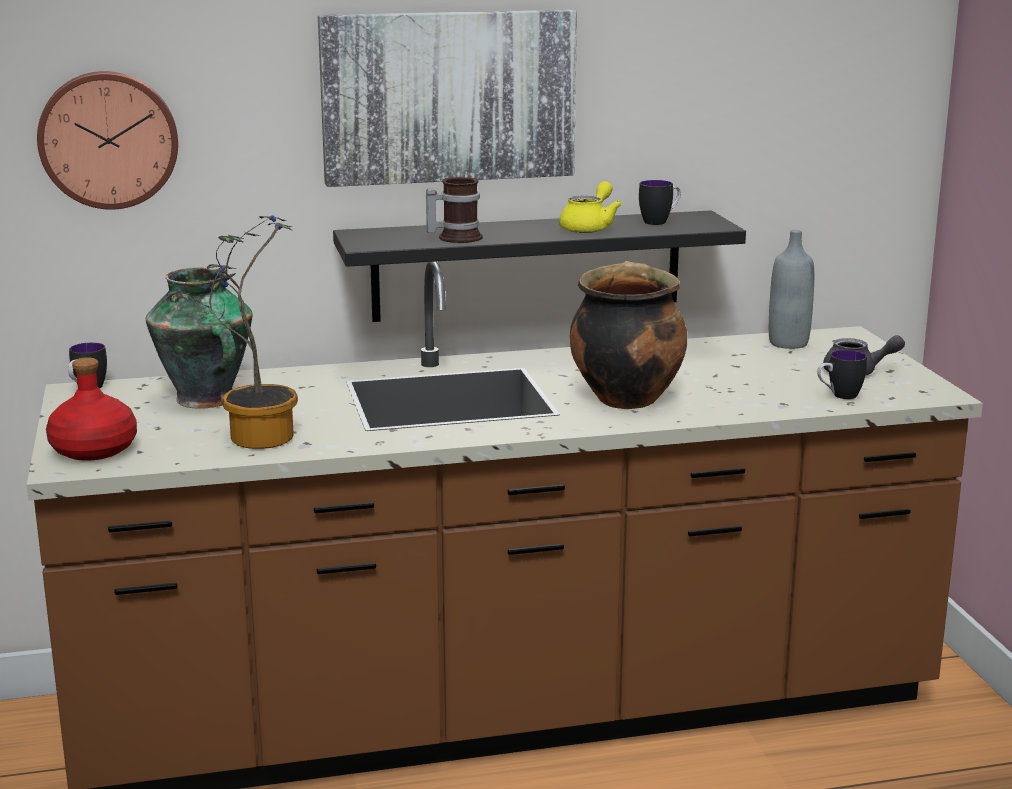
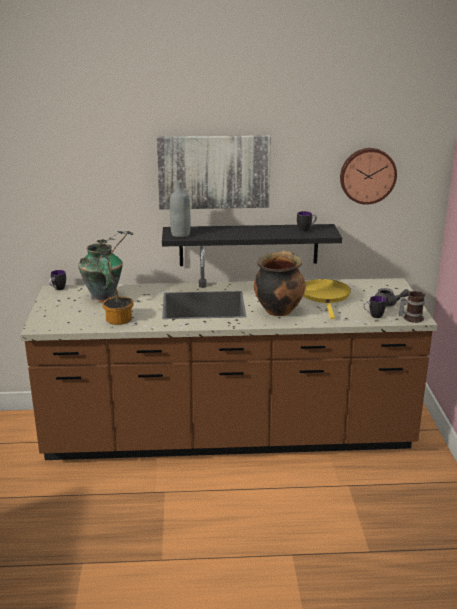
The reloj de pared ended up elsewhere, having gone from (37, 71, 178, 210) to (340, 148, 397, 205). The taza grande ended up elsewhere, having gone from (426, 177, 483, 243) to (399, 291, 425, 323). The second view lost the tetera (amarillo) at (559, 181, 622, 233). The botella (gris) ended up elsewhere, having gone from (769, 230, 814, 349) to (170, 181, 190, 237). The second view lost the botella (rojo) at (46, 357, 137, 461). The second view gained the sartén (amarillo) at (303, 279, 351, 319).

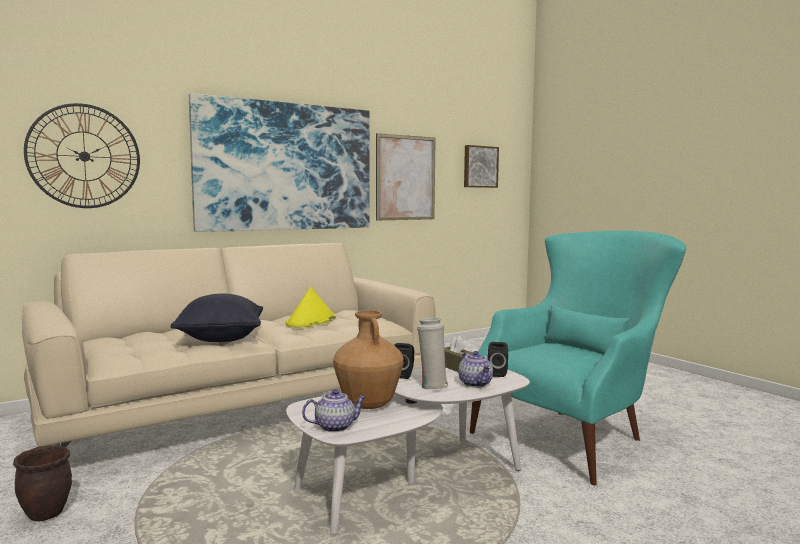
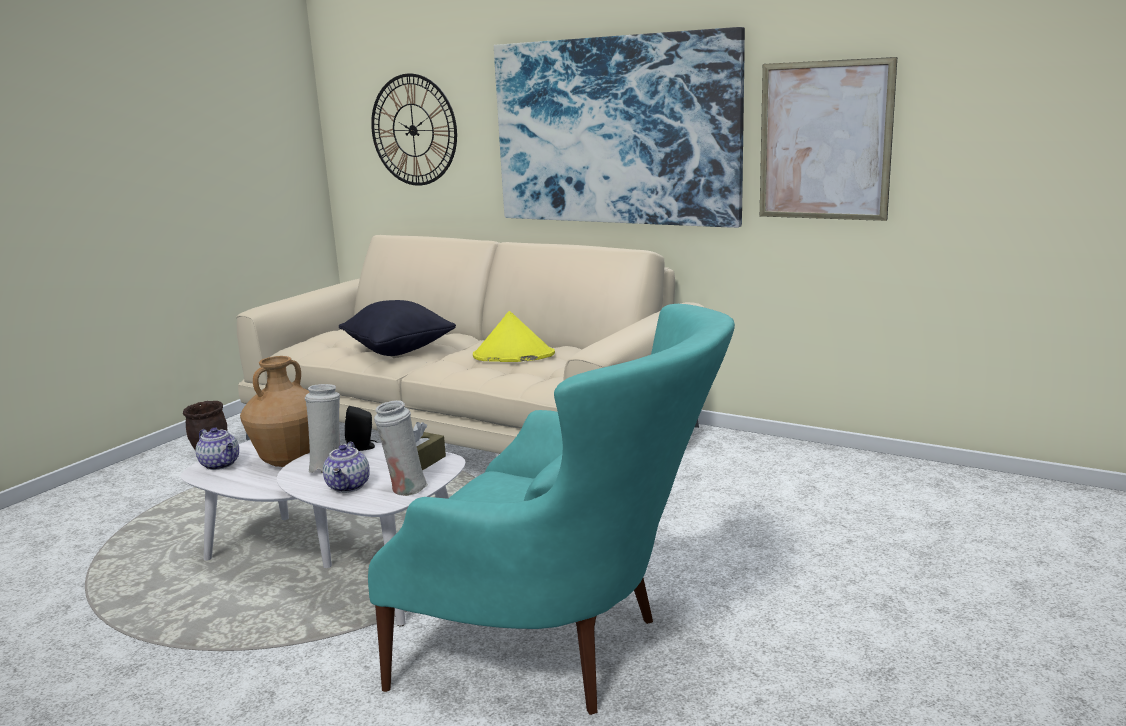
The second view lost the cuadro at (464, 145, 499, 188). Where the altavoz (negro) stood at (488, 342, 508, 377), the florero (blanco) came to stand at (374, 400, 428, 496). The tetera at (458, 351, 493, 388) ended up facing another way, 45 degrees counterclockwise from before.

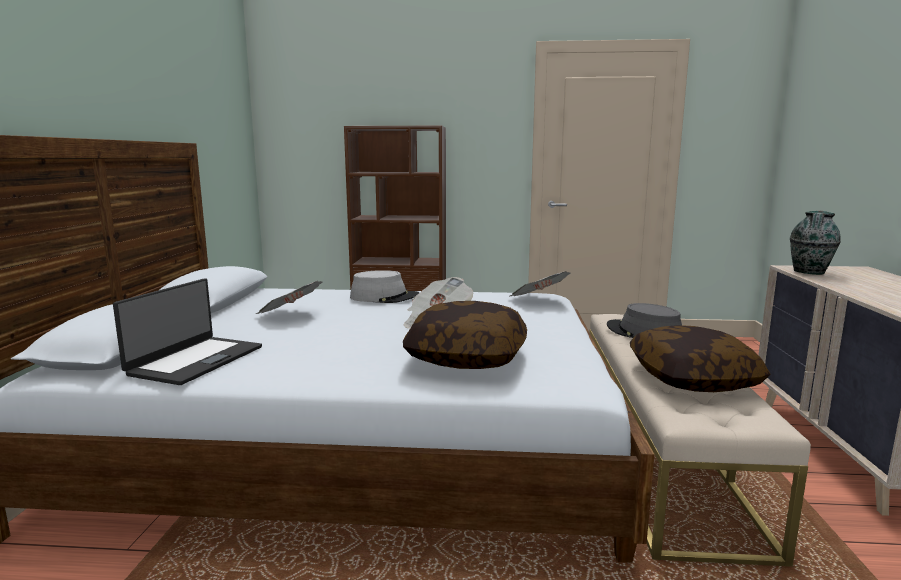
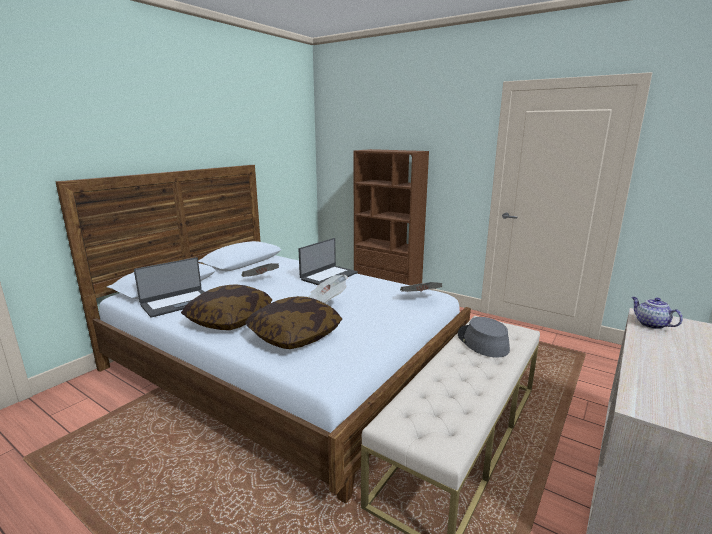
Where the florero stood at (790, 211, 841, 275), the tetera came to stand at (631, 297, 683, 329). Where the sombrero (gris) stood at (350, 270, 419, 303), the portátil came to stand at (298, 238, 358, 285). The cojín ended up elsewhere, having gone from (630, 325, 771, 392) to (181, 284, 272, 330).

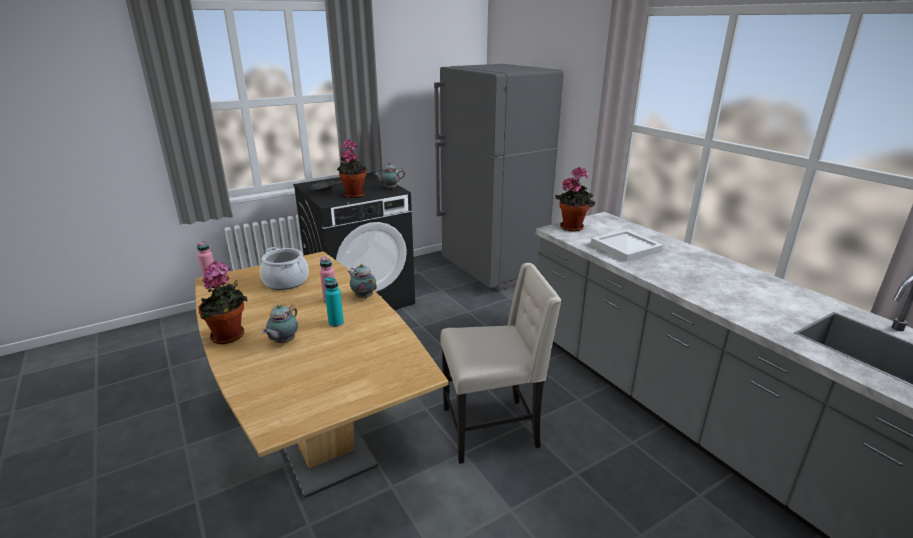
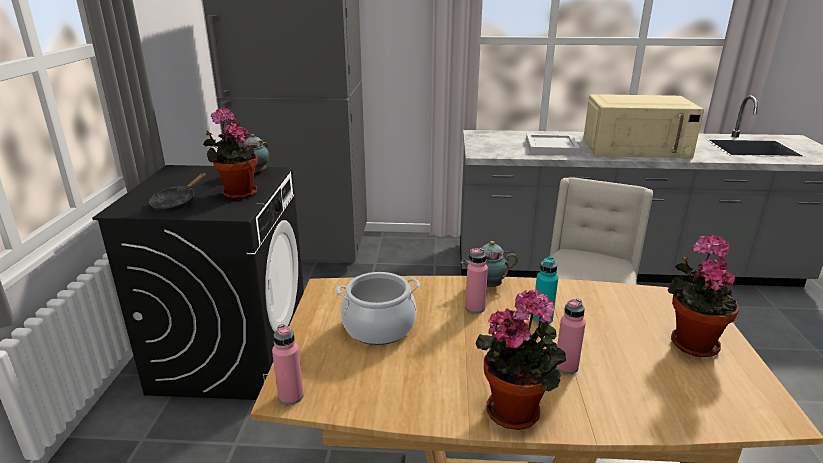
The planta en maceta ended up elsewhere, having gone from (555, 166, 595, 232) to (668, 234, 739, 357). Where the tetera stood at (263, 304, 298, 344), the botella (rosa) came to stand at (556, 298, 586, 374). The second view gained the microondas (beis) at (583, 94, 704, 158).

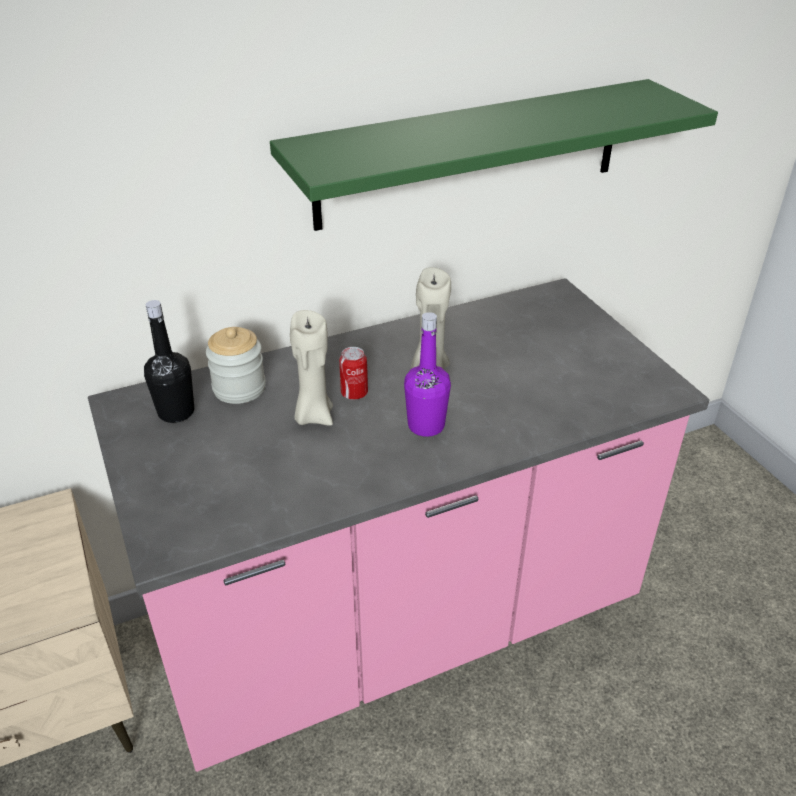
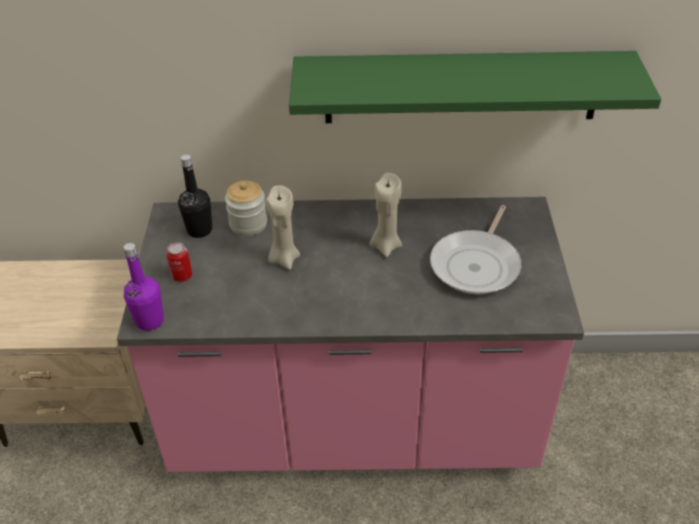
The botella (morado) ended up elsewhere, having gone from (404, 312, 451, 437) to (123, 243, 164, 331). The lata ended up elsewhere, having gone from (339, 347, 368, 400) to (166, 242, 192, 282). The second view gained the sartén at (430, 205, 521, 294).

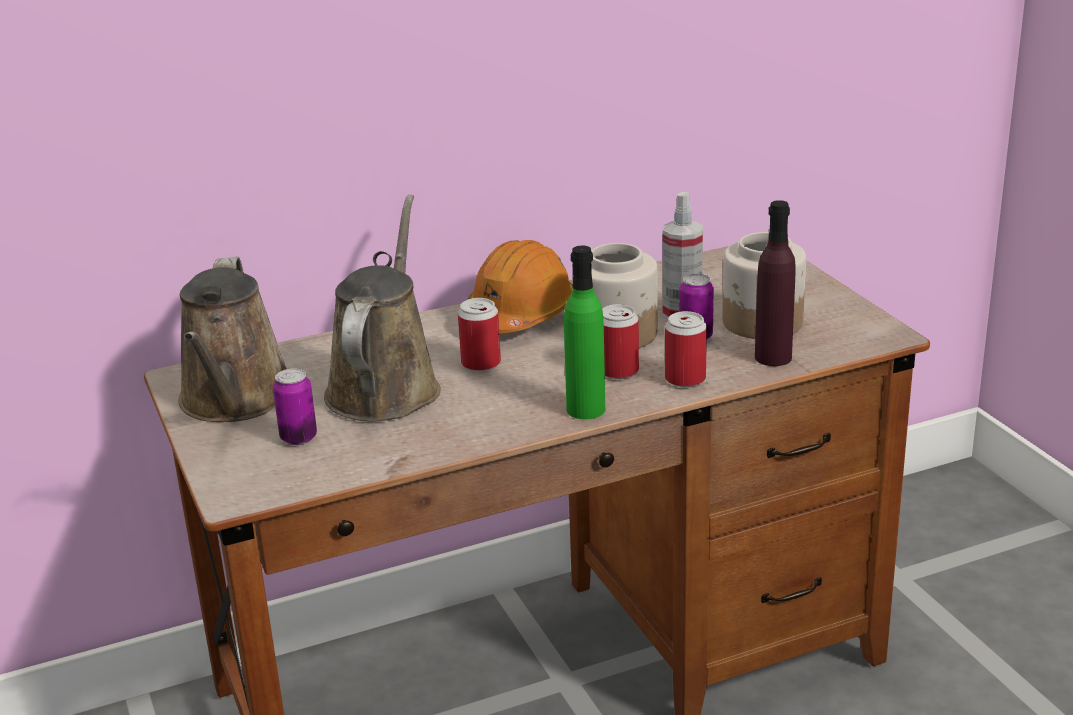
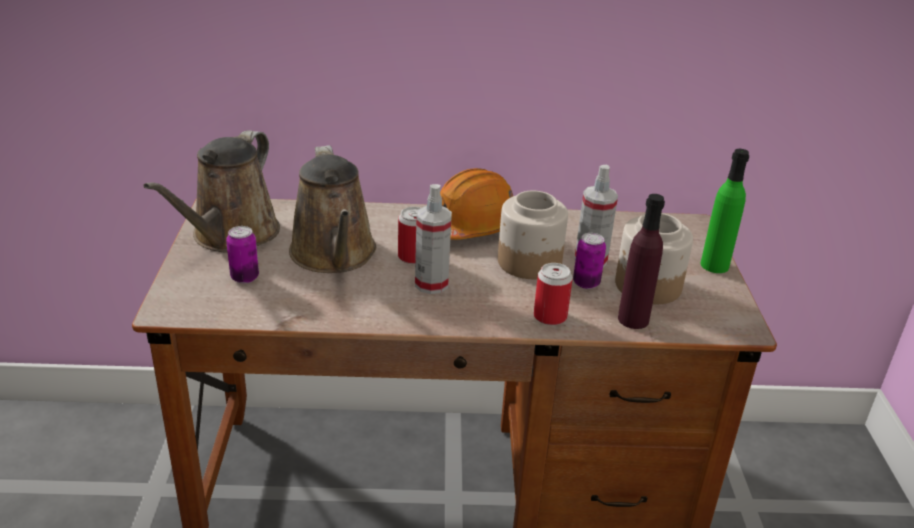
The regadera (marrón) at (324, 194, 441, 422) ended up facing another way, 135 degrees clockwise from before. The botella (verde) ended up elsewhere, having gone from (564, 246, 605, 419) to (701, 149, 749, 273). The second view lost the lata at (602, 304, 639, 379). The second view gained the pulverizador at (415, 184, 452, 294).

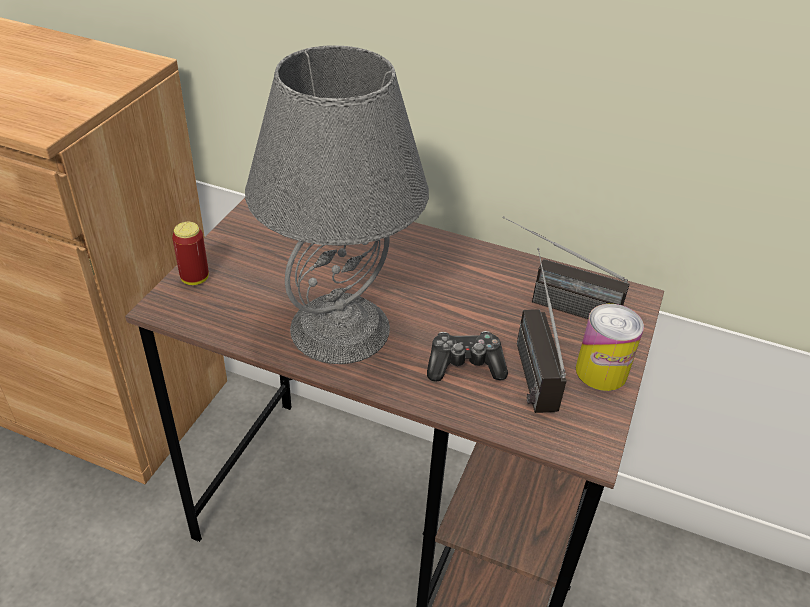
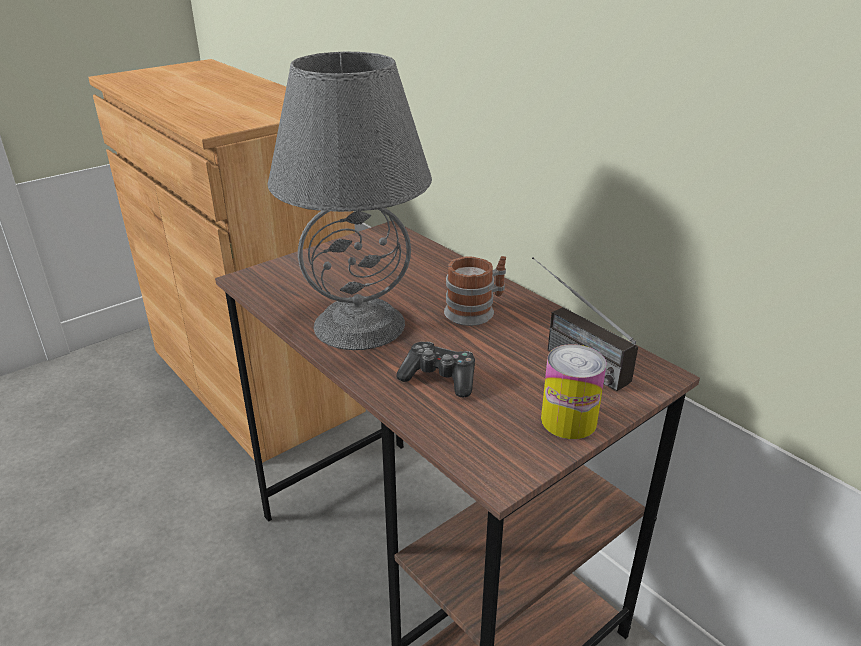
The second view lost the lata at (172, 222, 209, 285). The second view lost the radio at (517, 248, 566, 413). The second view gained the taza grande at (444, 256, 506, 326).

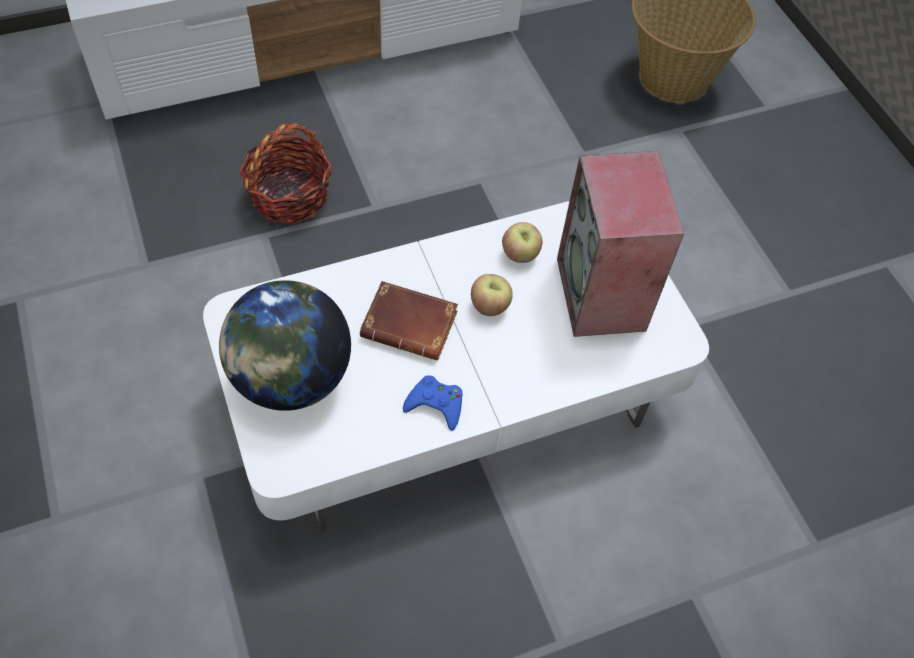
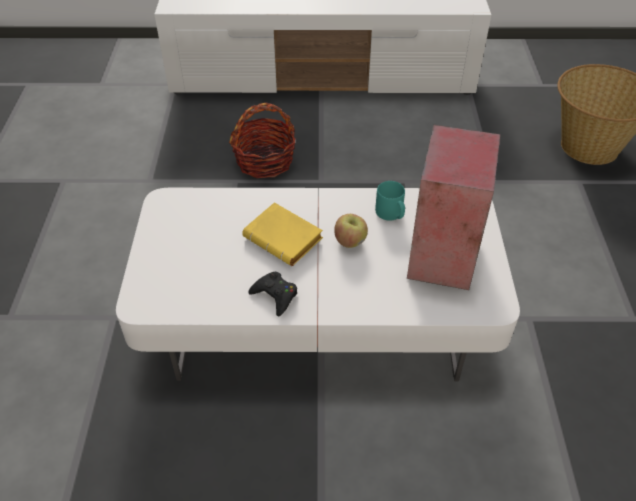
Where the manzana stood at (502, 222, 542, 263), the taza grande (turquesa) came to stand at (375, 181, 405, 221). The second view lost the globo terráqueo at (219, 280, 351, 411). What was the libro (marrón) at (360, 281, 458, 360) turned into the libro (amarillo) at (242, 202, 323, 266). What was the mando de consola (azul) at (403, 375, 462, 431) turned into the mando de consola (negro) at (248, 272, 297, 316).

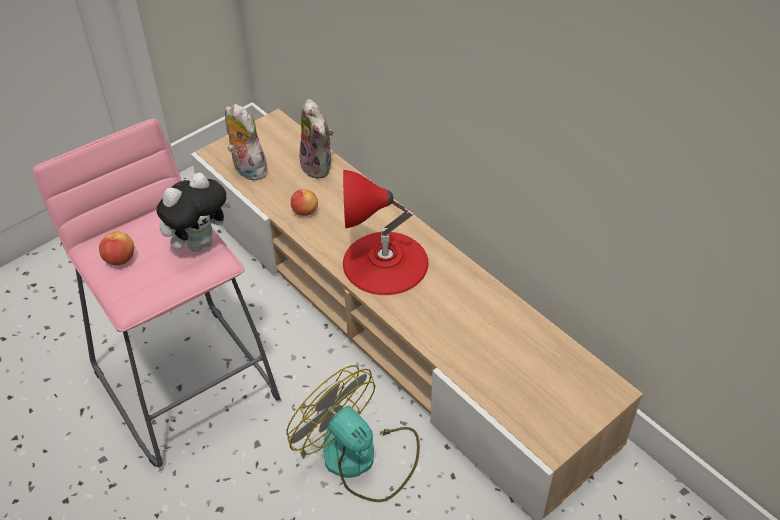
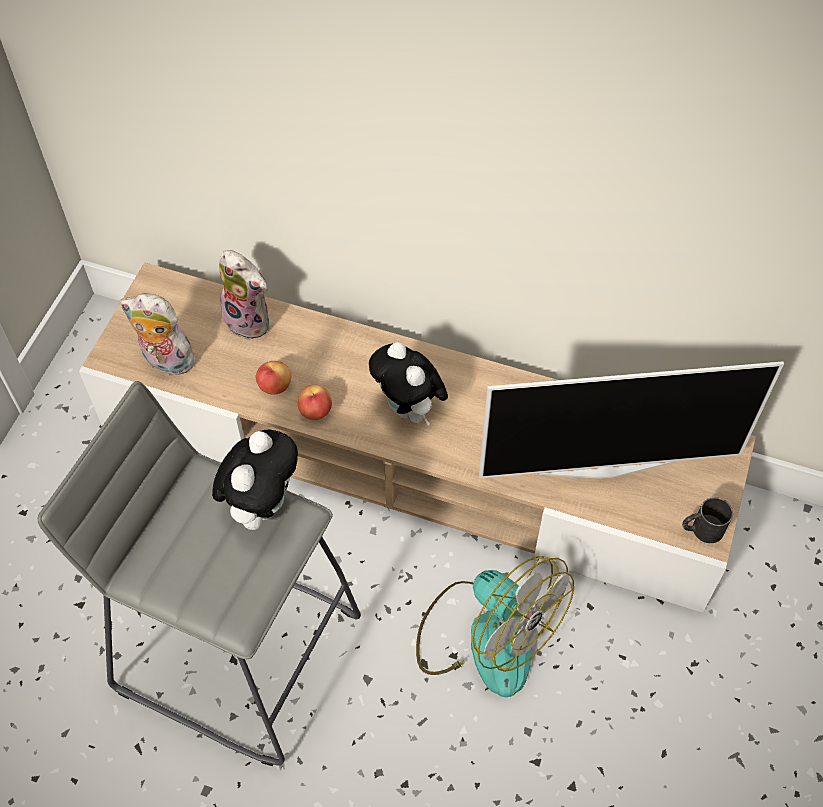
What was the taburete (rosa) at (33, 118, 280, 467) turned into the taburete (gris) at (38, 381, 361, 766). Where the lámpara de mesa (rojo) stood at (343, 170, 428, 295), the peluche came to stand at (369, 342, 448, 426). The manzana ended up elsewhere, having gone from (99, 232, 134, 265) to (298, 385, 332, 420). The ventilador at (286, 365, 420, 502) ended up facing another way, 150 degrees counterclockwise from before. The second view gained the televisor at (479, 361, 784, 479). The second view gained the taza grande (negro) at (682, 497, 733, 543).

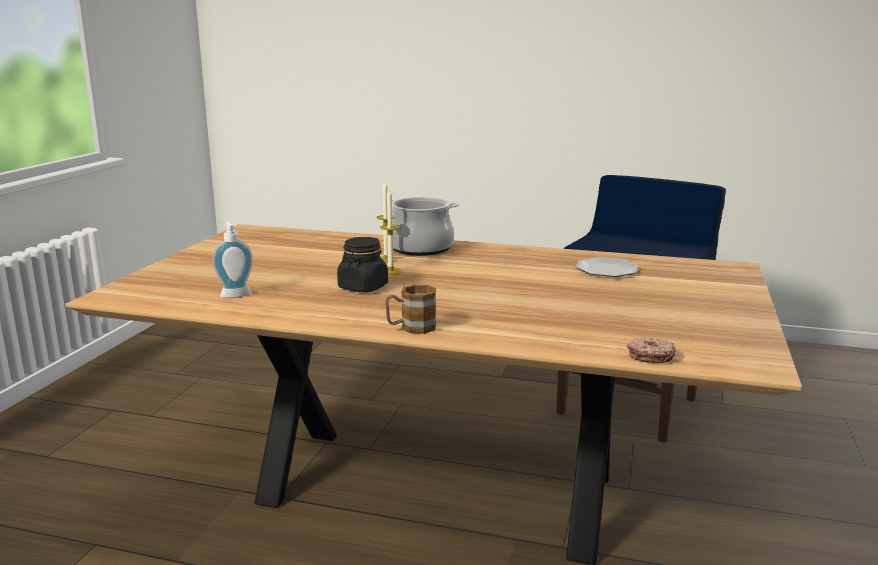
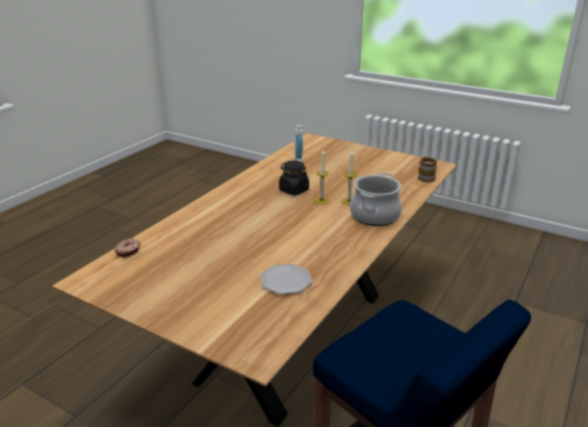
The taza grande ended up elsewhere, having gone from (385, 284, 436, 334) to (418, 157, 437, 183).

